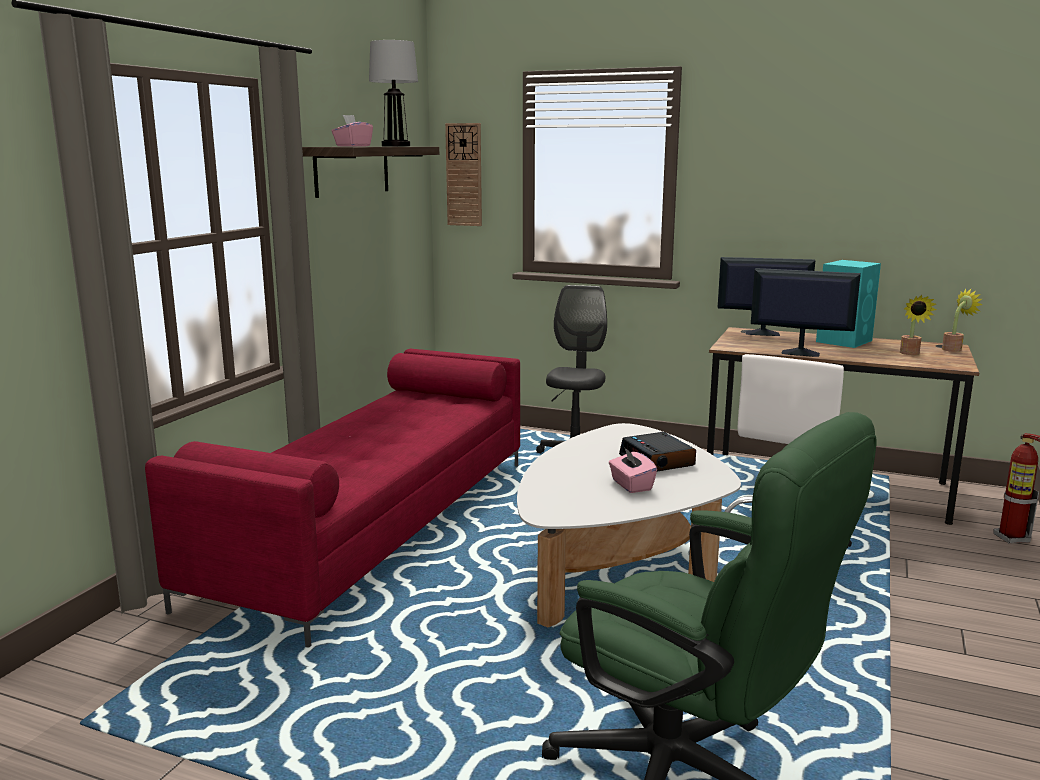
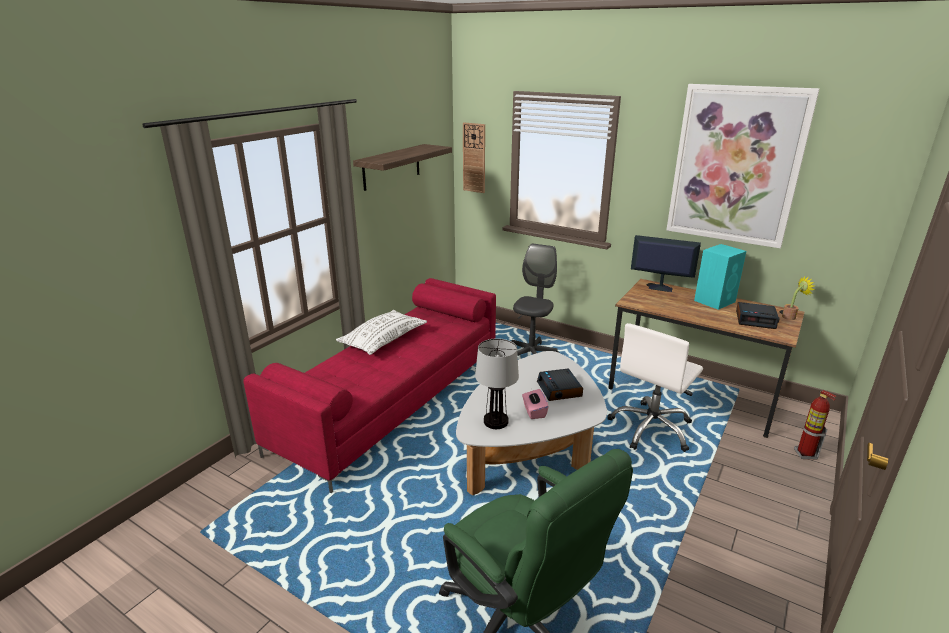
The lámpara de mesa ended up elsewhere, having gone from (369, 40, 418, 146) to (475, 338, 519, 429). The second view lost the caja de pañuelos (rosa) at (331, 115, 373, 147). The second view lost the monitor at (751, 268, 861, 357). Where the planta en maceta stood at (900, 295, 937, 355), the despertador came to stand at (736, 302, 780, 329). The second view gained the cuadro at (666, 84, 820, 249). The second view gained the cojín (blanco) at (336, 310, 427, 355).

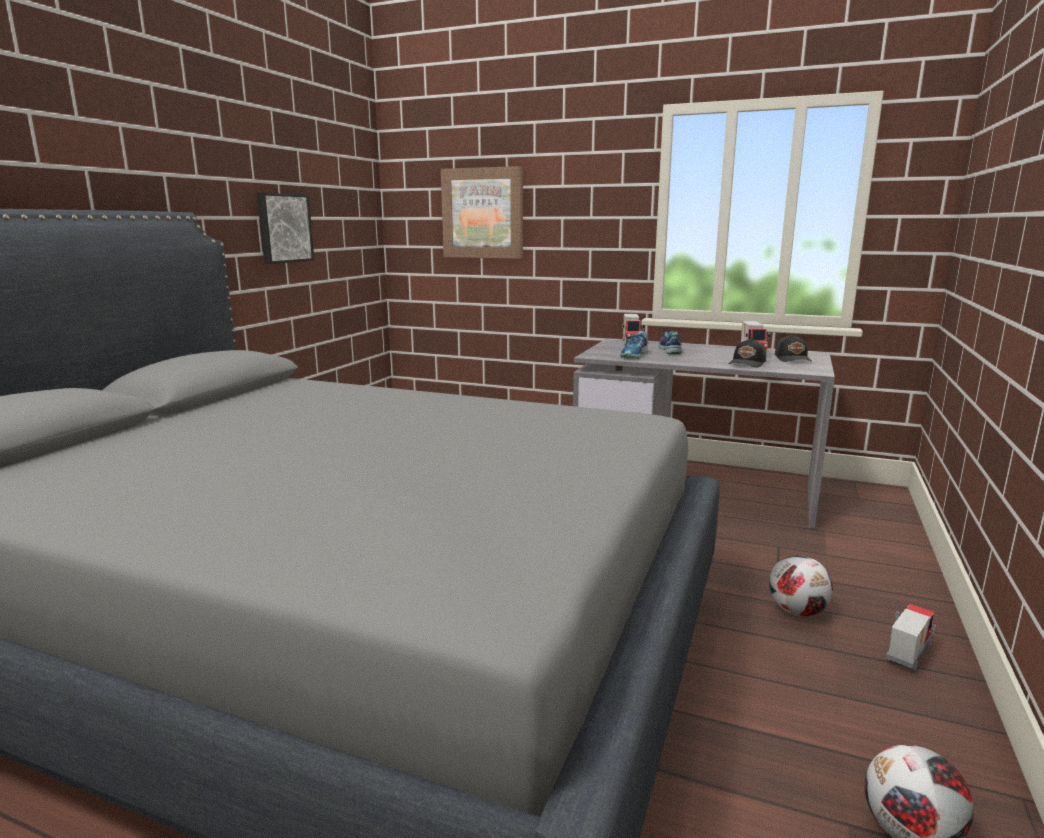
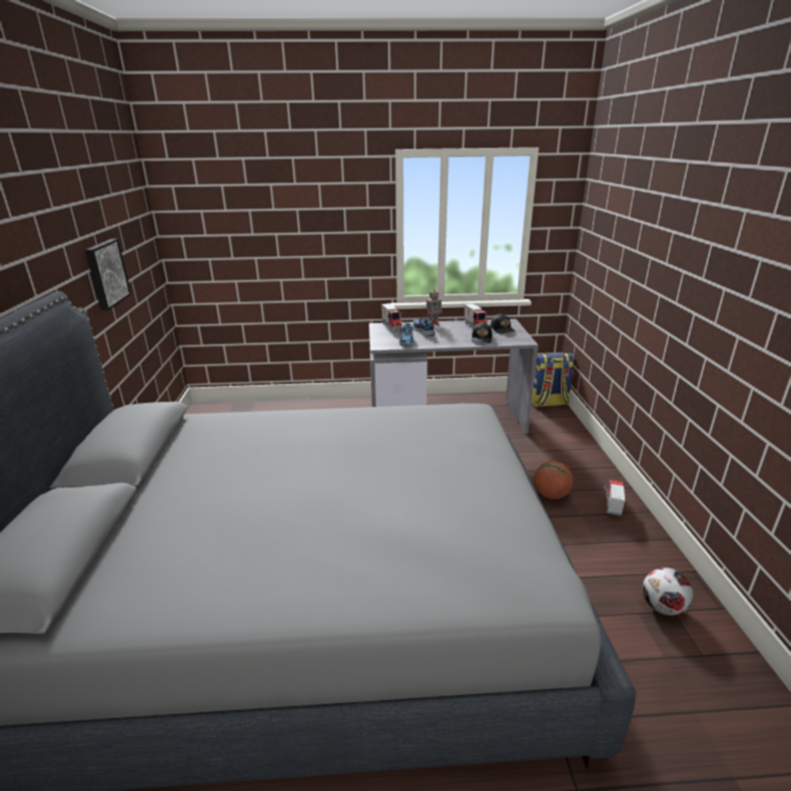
The second view lost the cuadro at (441, 166, 523, 259). Where the balón de fútbol stood at (769, 555, 833, 617), the balón de baloncesto came to stand at (534, 461, 573, 499). The second view gained the robot de juguete at (426, 287, 442, 326). The second view gained the mochila at (532, 353, 574, 407).

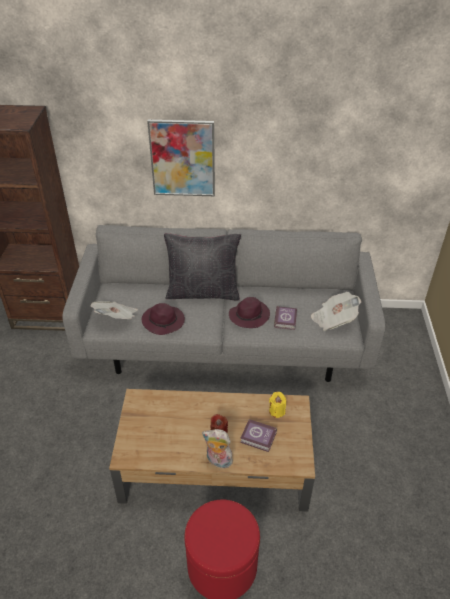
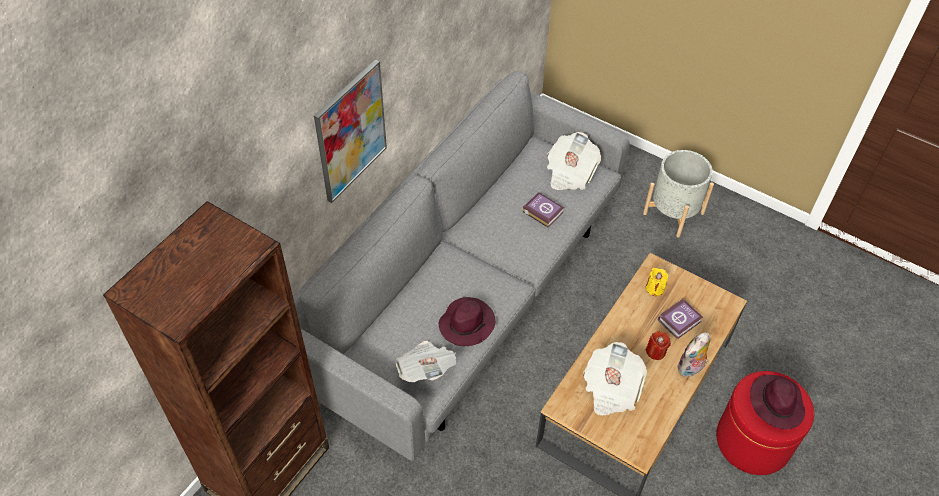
The second view lost the cojín (negro) at (164, 233, 241, 300). The sombrero (morado) ended up elsewhere, having gone from (229, 297, 270, 328) to (750, 375, 806, 429). The second view gained the maceta (gris) at (643, 150, 714, 238). The second view gained the periódico at (583, 342, 647, 416).

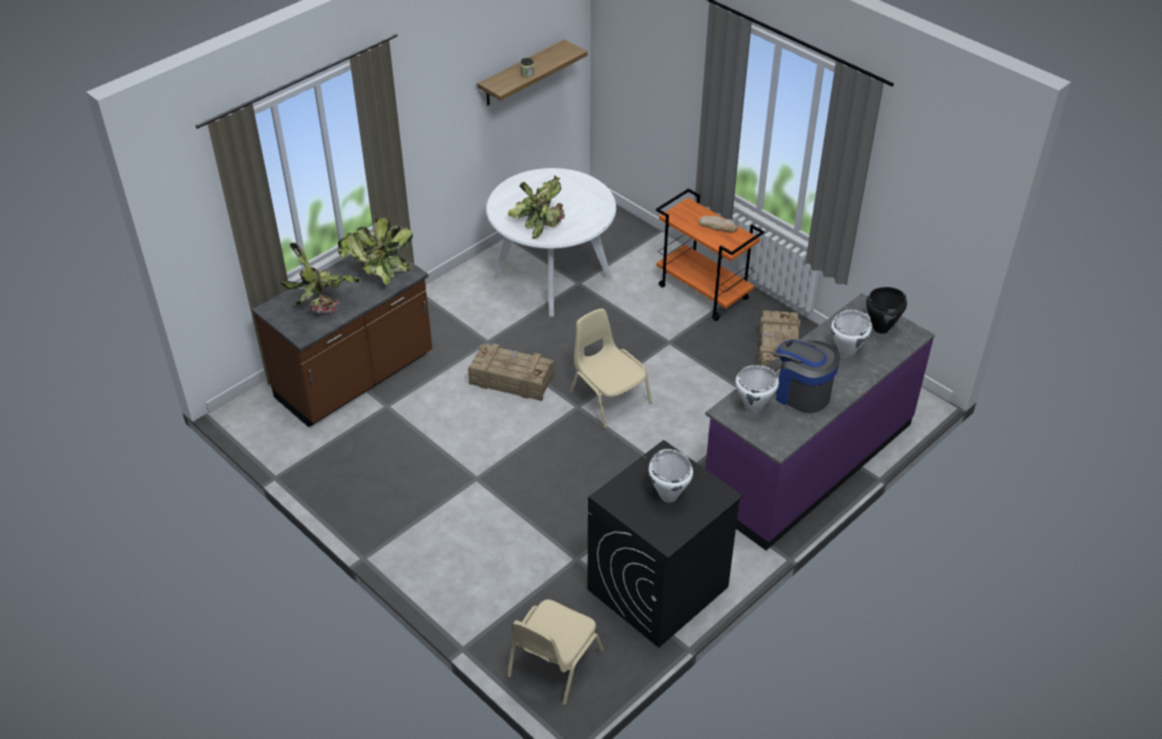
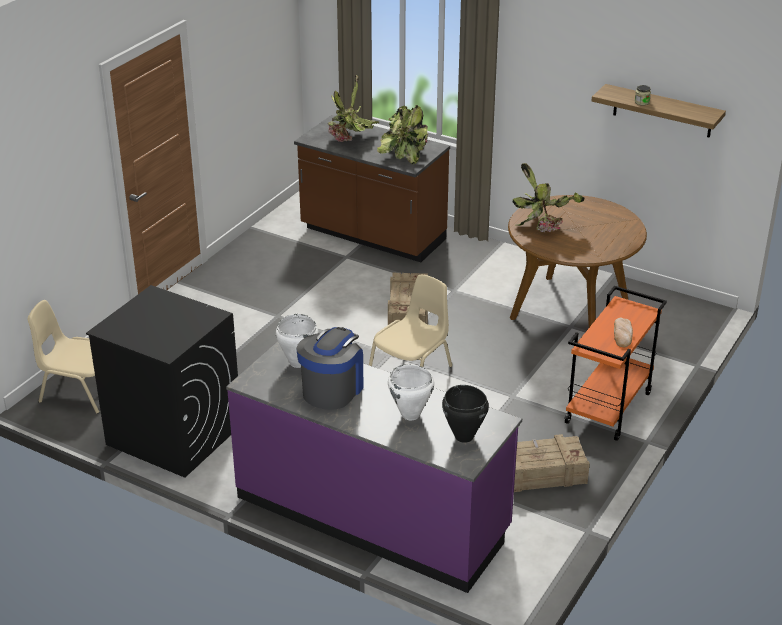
What was the mesa de comedor (blanco) at (486, 168, 616, 317) turned into the mesa de comedor (marrón) at (508, 195, 647, 327). The second view lost the olla (blanco) at (648, 449, 693, 503).

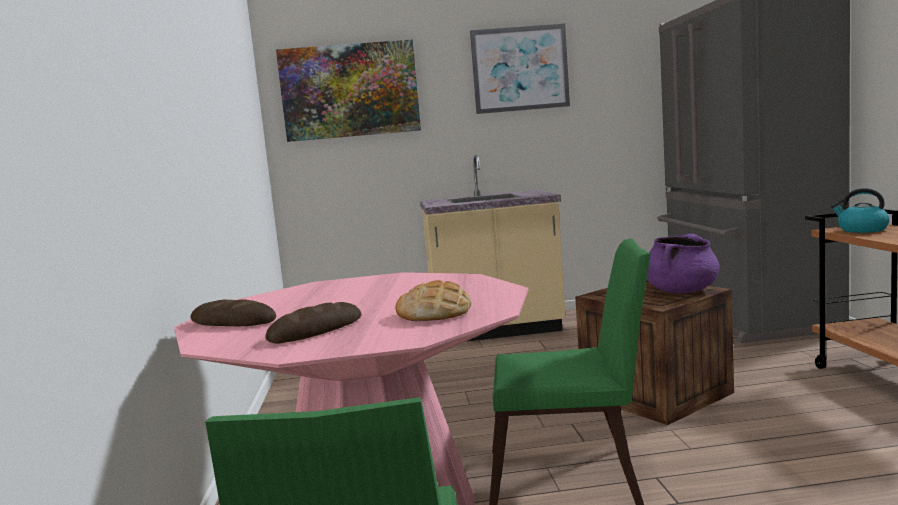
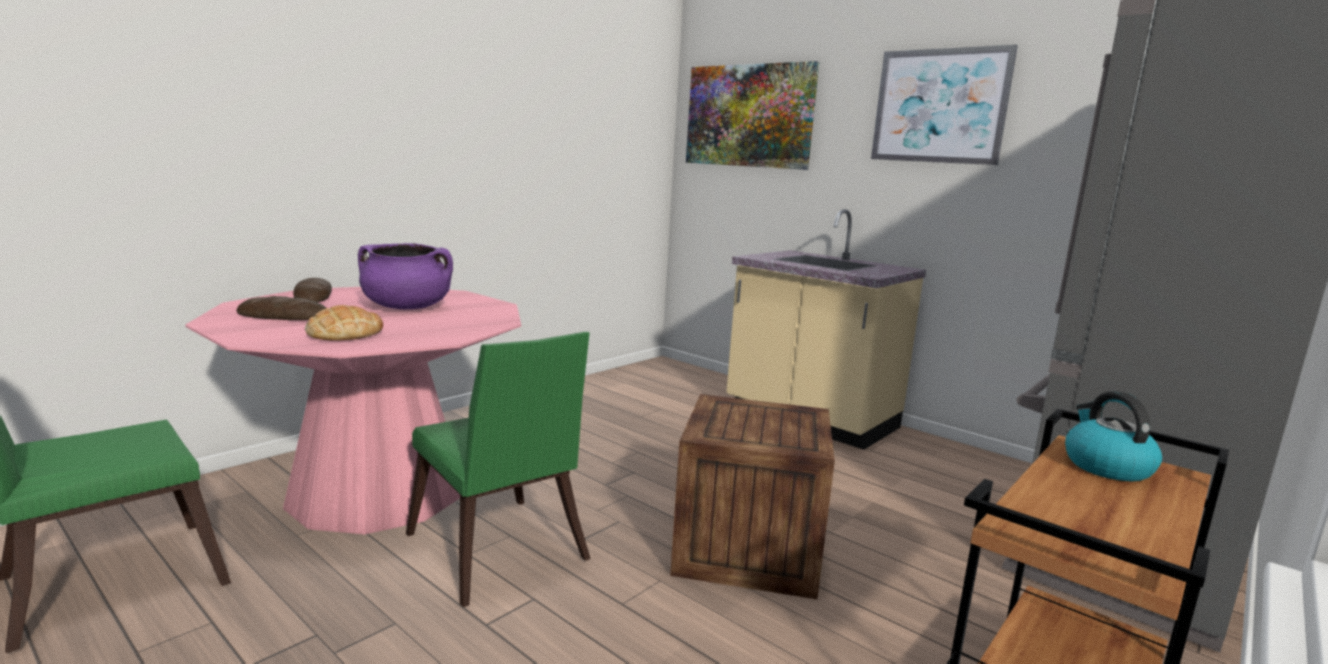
The olla (morado) ended up elsewhere, having gone from (647, 234, 720, 293) to (358, 243, 453, 309).

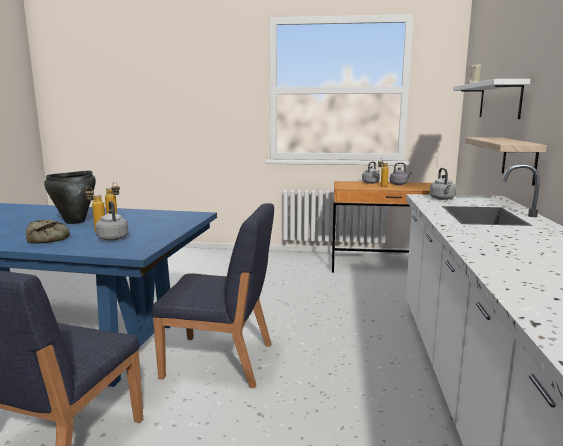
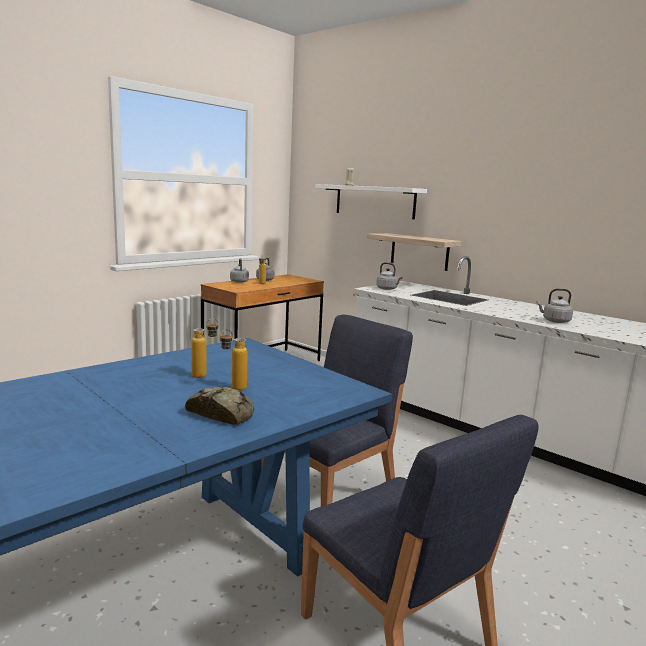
The second view lost the olla (negro) at (44, 171, 96, 224). The hervidor (gris) ended up elsewhere, having gone from (95, 201, 128, 241) to (536, 288, 573, 323).

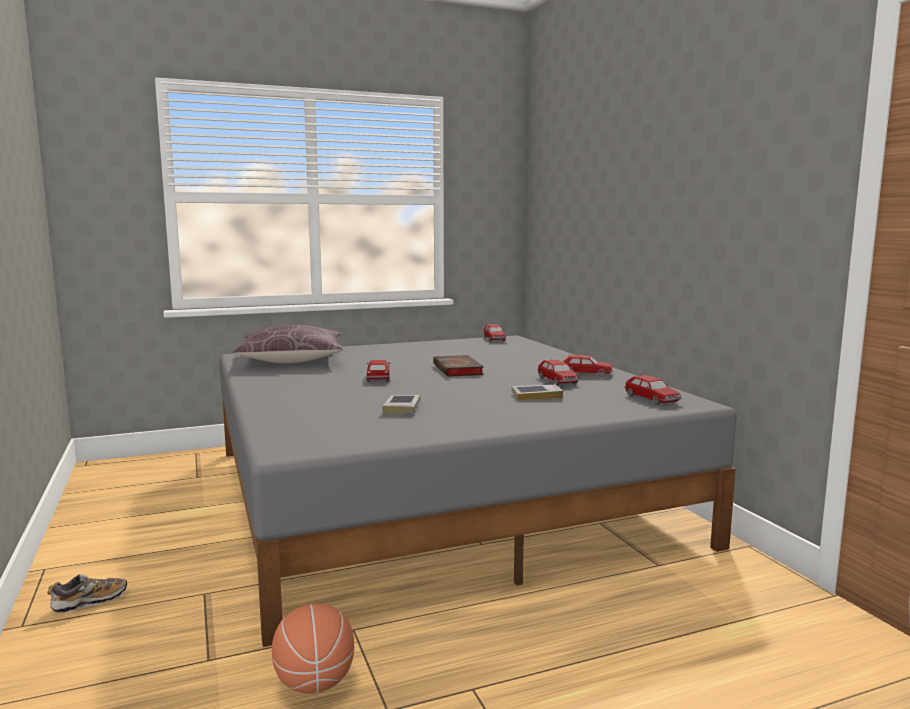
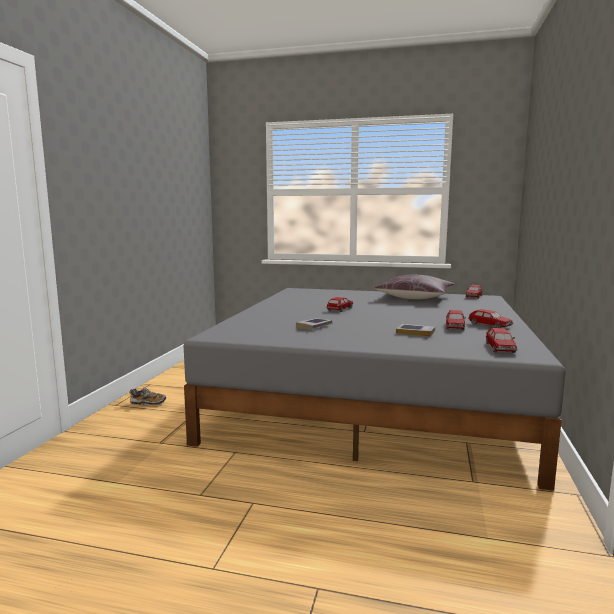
The cojín (marrón) ended up elsewhere, having gone from (233, 325, 343, 363) to (374, 275, 455, 299). The second view lost the libro at (433, 355, 484, 377). The second view lost the balón de baloncesto at (272, 604, 354, 694).

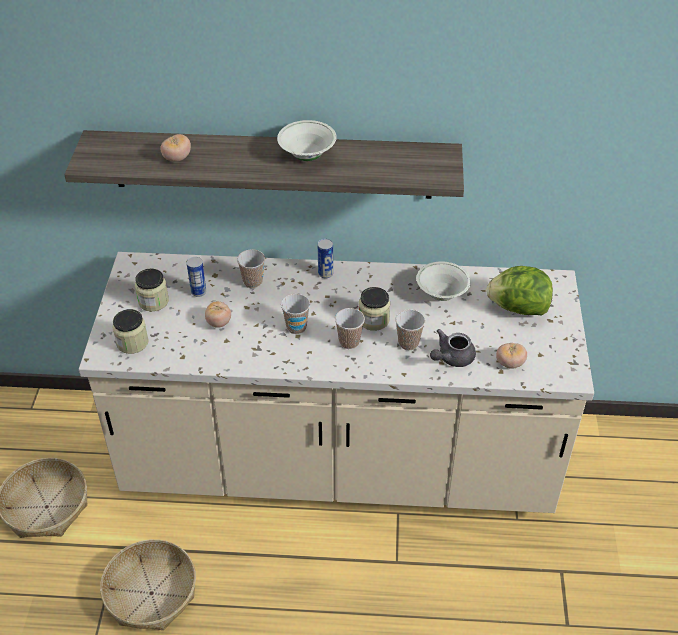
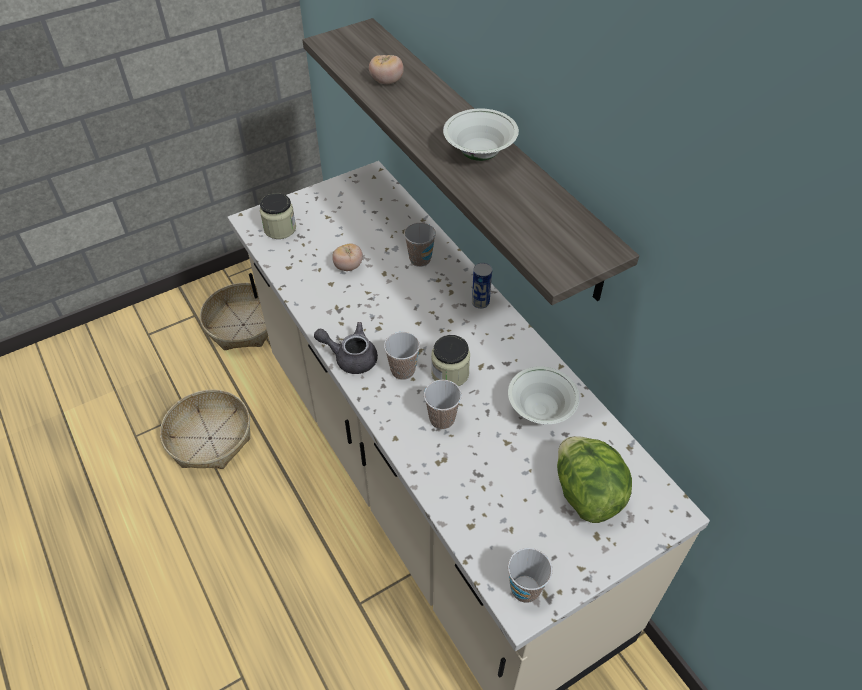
The second view lost the lata at (187, 257, 206, 297). The second view lost the tarro at (135, 268, 169, 311). The taza ended up elsewhere, having gone from (281, 294, 310, 334) to (508, 548, 552, 603). The tetera (gris) ended up elsewhere, having gone from (430, 329, 476, 367) to (314, 322, 378, 374). The second view lost the tomate at (496, 343, 527, 369).

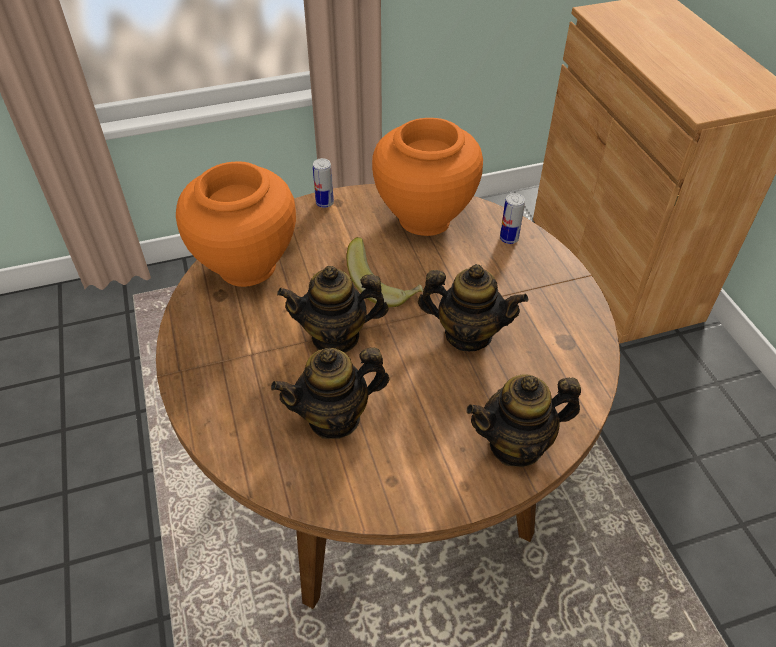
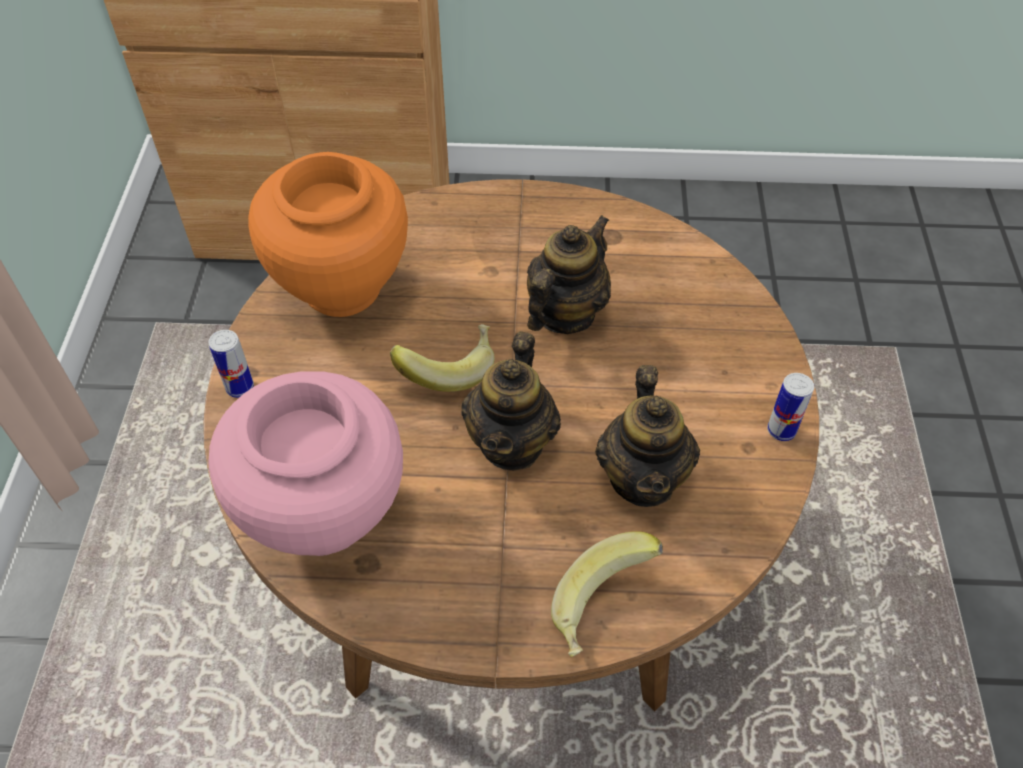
What was the florero (naranja) at (176, 162, 296, 287) turned into the florero (rosa) at (208, 371, 403, 556). The lata ended up elsewhere, having gone from (500, 193, 525, 244) to (767, 373, 814, 441). The second view lost the tetera at (466, 374, 581, 467). The second view gained the plátano at (551, 531, 663, 657).

